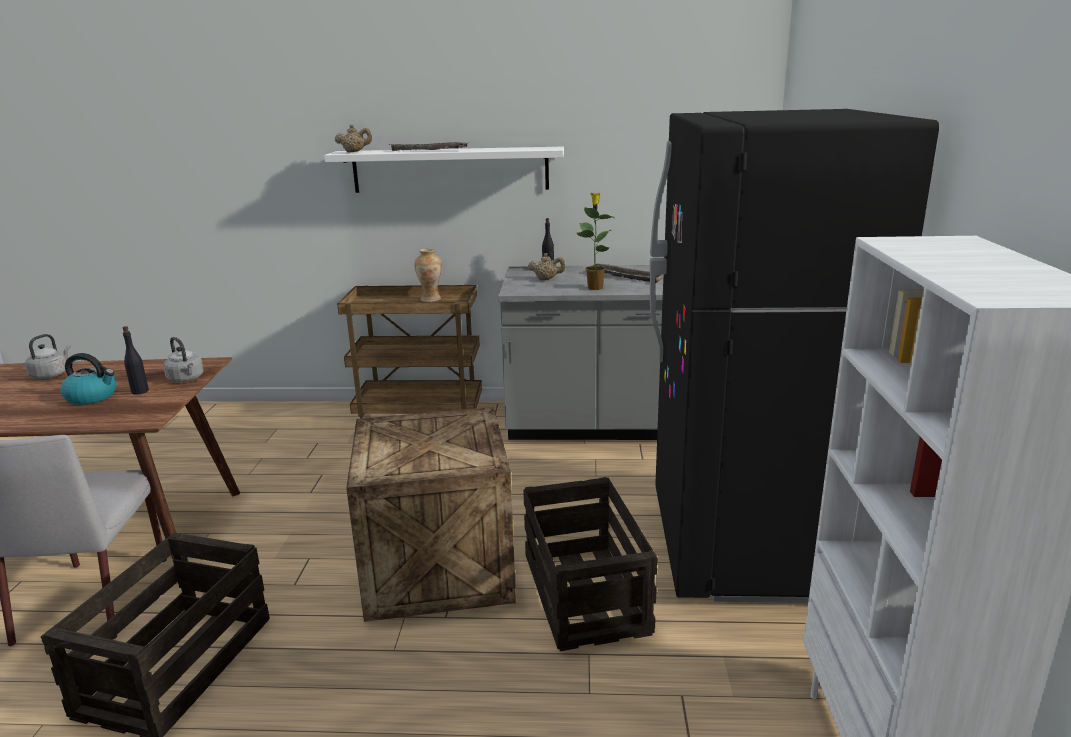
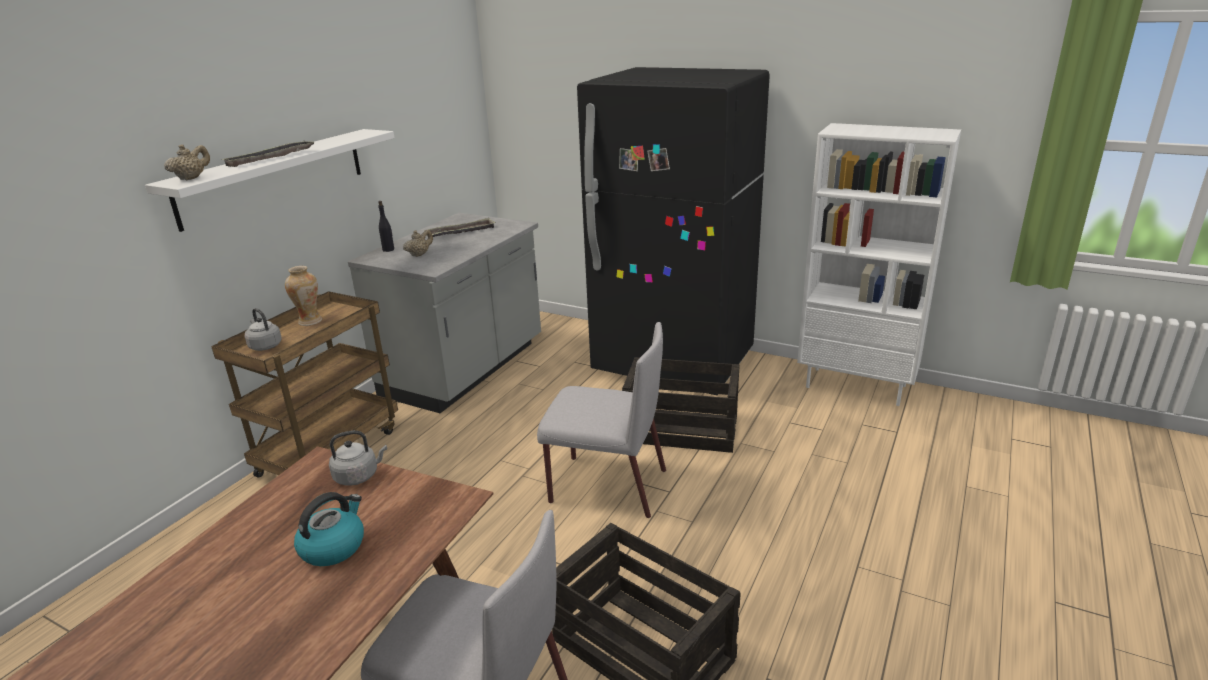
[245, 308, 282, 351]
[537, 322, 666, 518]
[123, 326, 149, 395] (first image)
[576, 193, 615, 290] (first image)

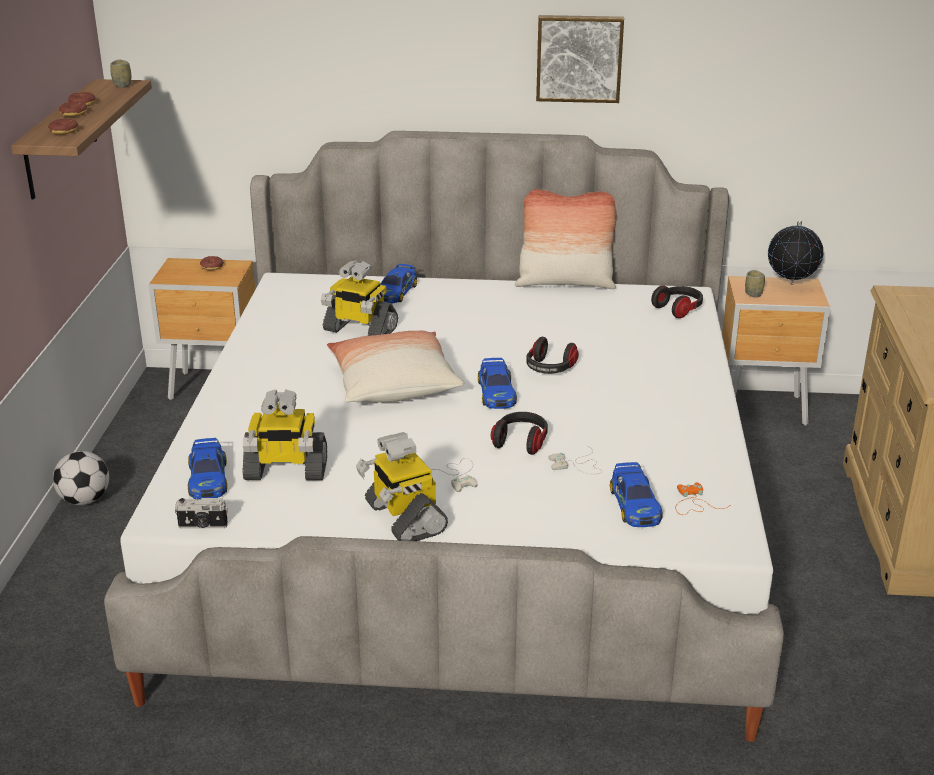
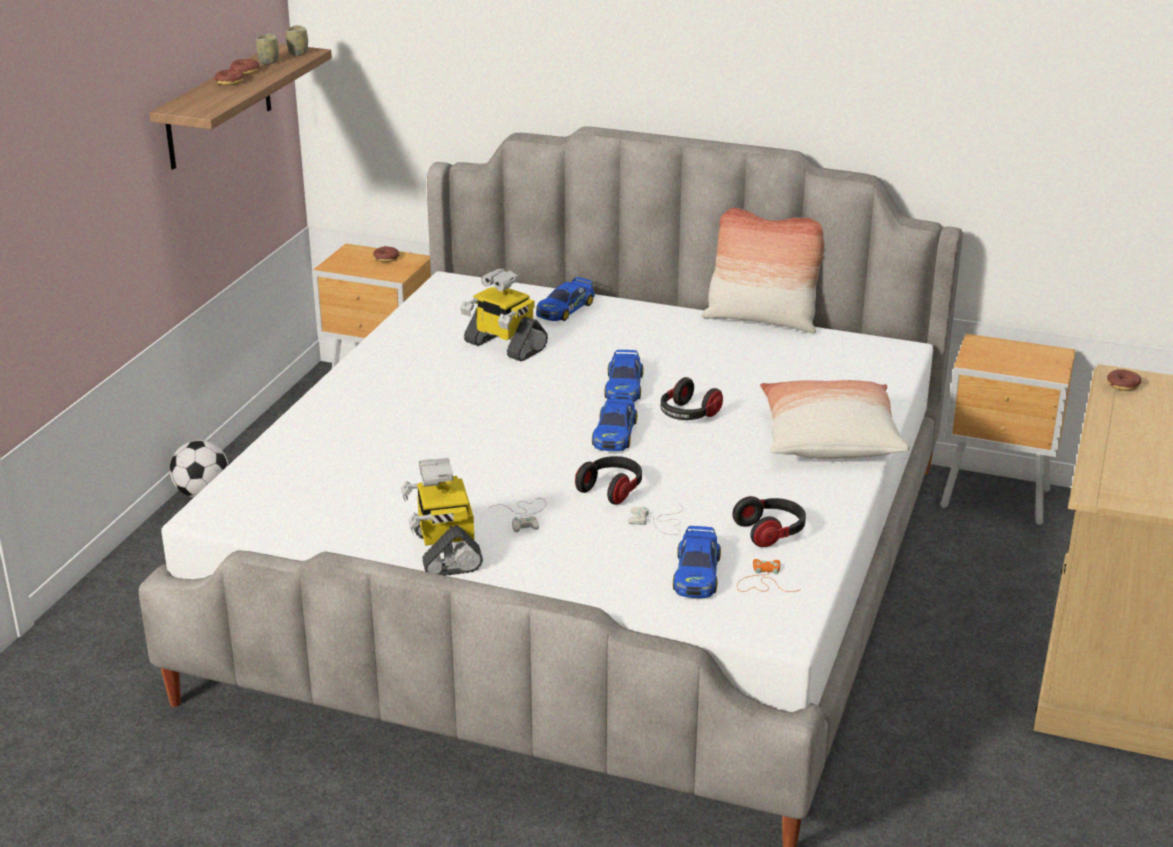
[256, 33, 279, 65]
[604, 350, 643, 402]
[732, 496, 806, 547]
[760, 380, 910, 459]
[1107, 369, 1141, 391]
[175, 498, 228, 528] (first image)
[243, 389, 327, 480] (first image)
[536, 15, 624, 103] (first image)
[768, 221, 824, 285] (first image)

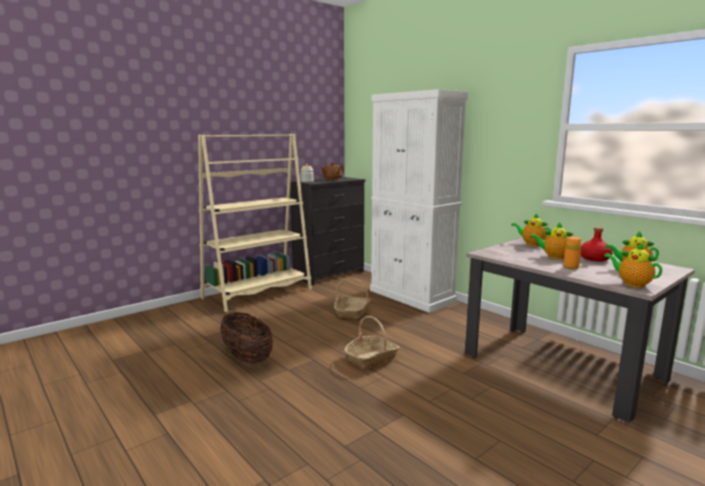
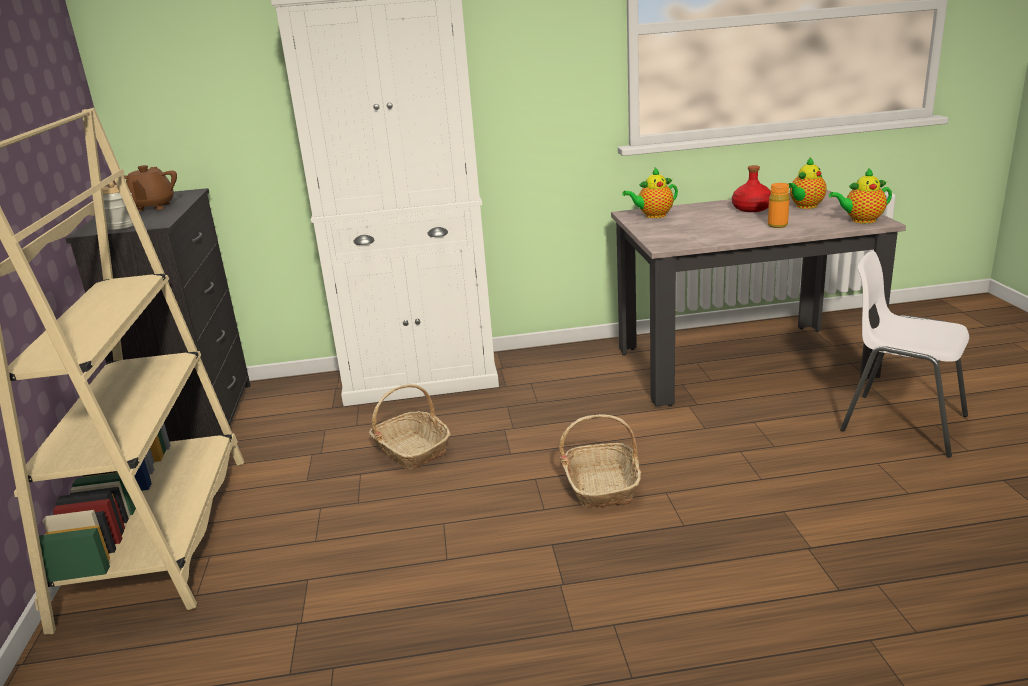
[840, 251, 969, 458]
[220, 312, 273, 364] (first image)
[530, 222, 574, 259] (first image)

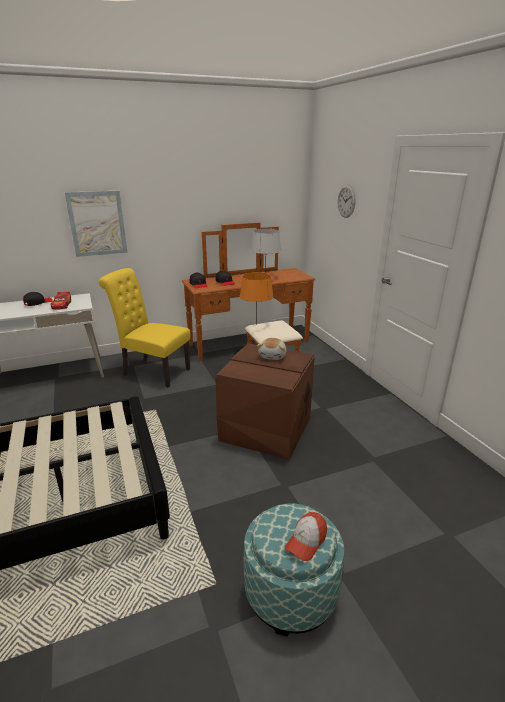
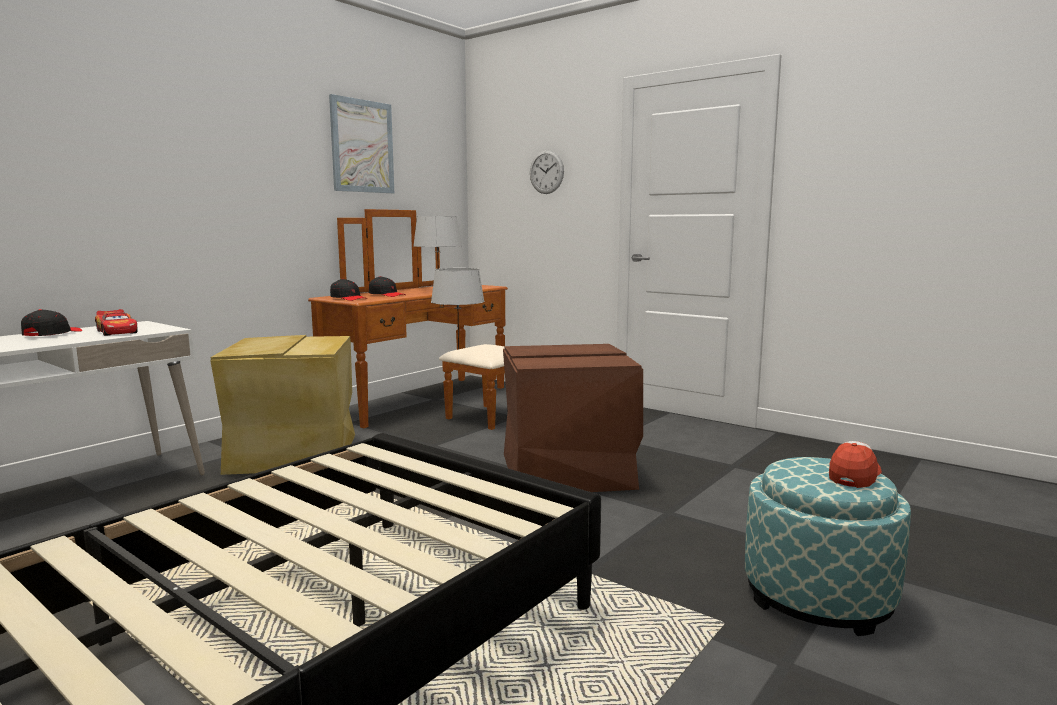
[210, 335, 355, 475]
[329, 94, 394, 193]
[431, 268, 485, 350]
[829, 441, 882, 488]
[257, 338, 286, 360] (first image)

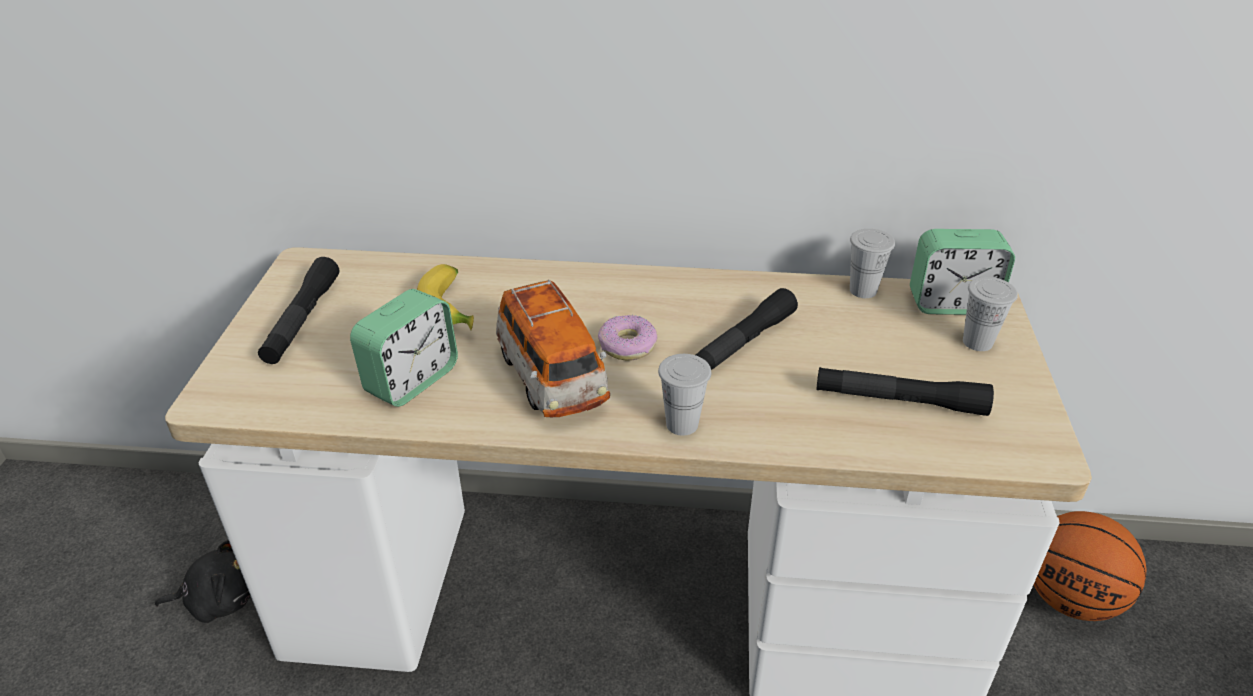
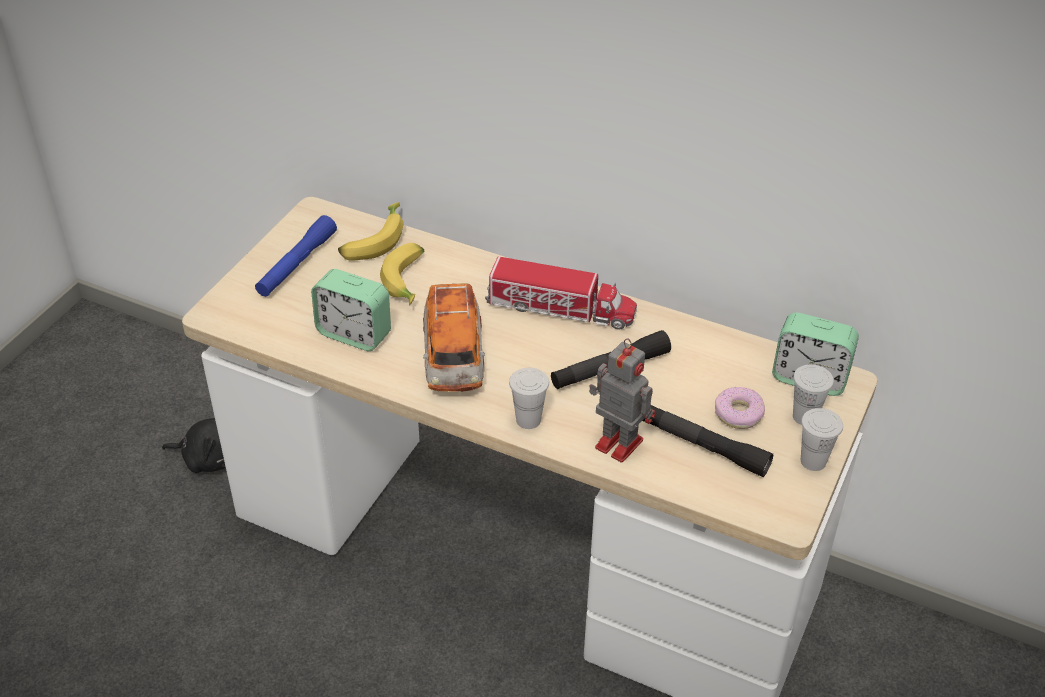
[255, 215, 337, 297]
[311, 269, 391, 351]
[338, 202, 404, 261]
[485, 256, 637, 330]
[589, 339, 656, 463]
[715, 387, 765, 429]
[801, 408, 843, 471]
[1034, 511, 1147, 621] (first image)

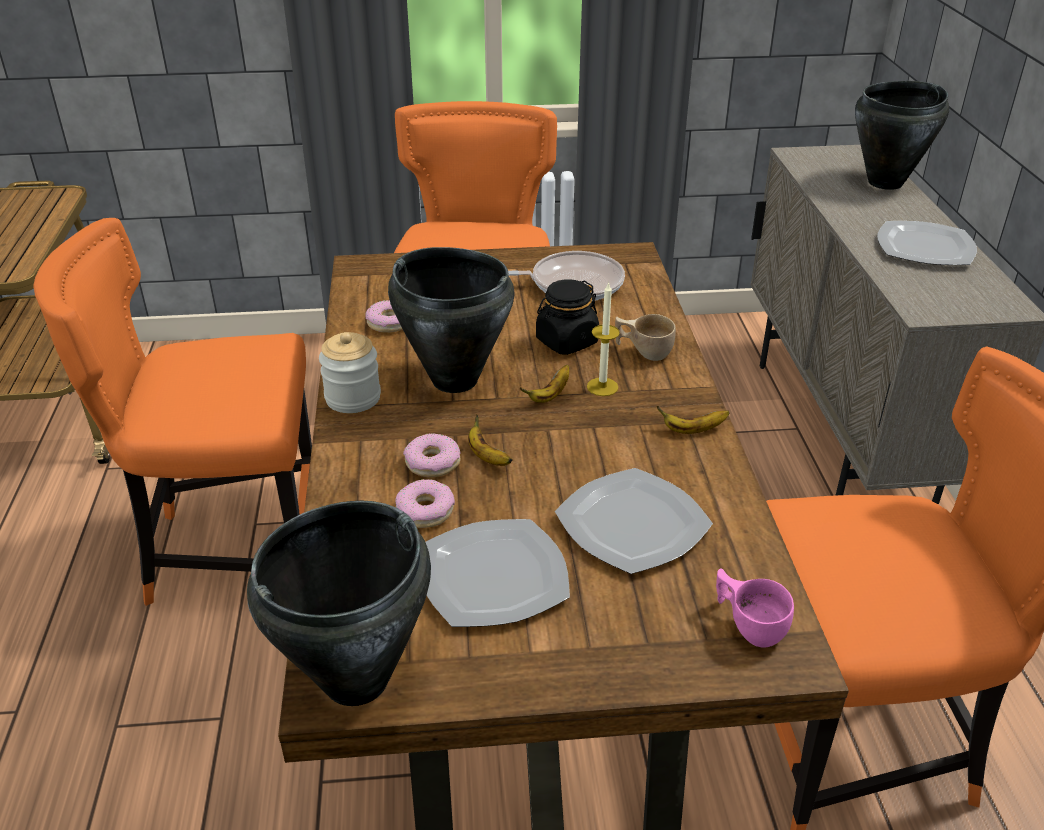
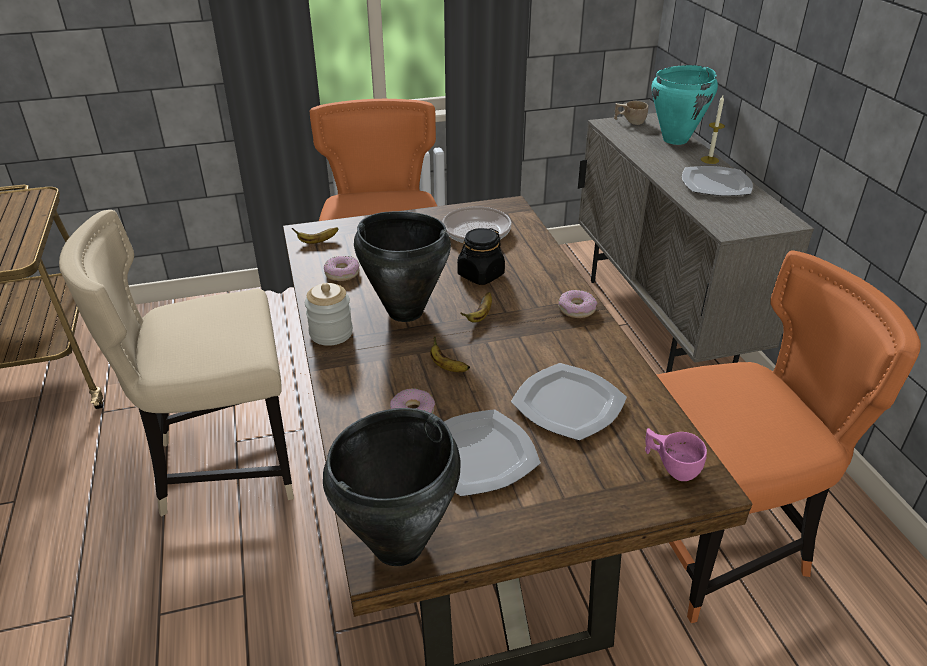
[59, 210, 294, 517]
[292, 227, 338, 244]
[558, 290, 597, 318]
[614, 101, 648, 125]
[652, 65, 718, 145]
[701, 95, 725, 164]

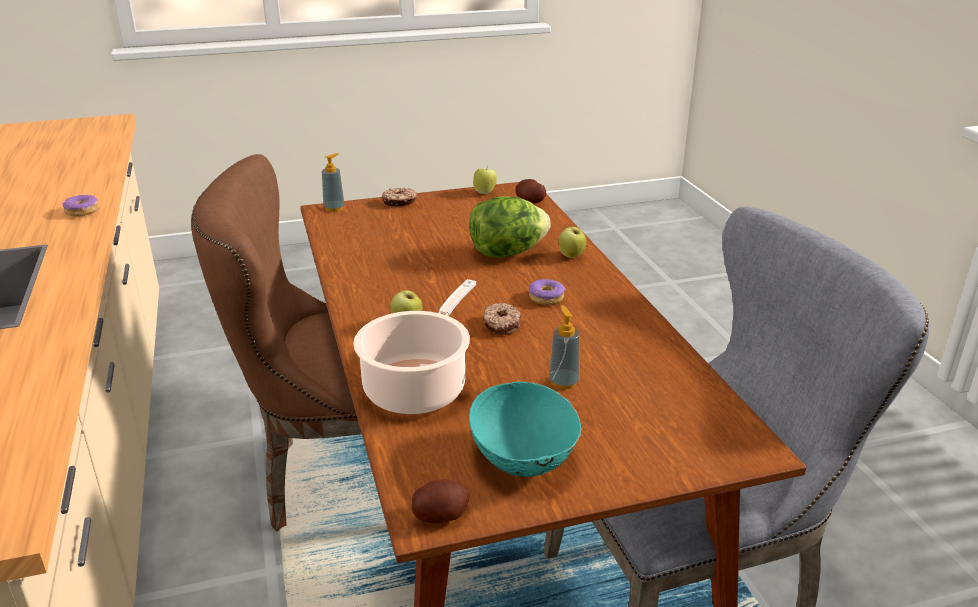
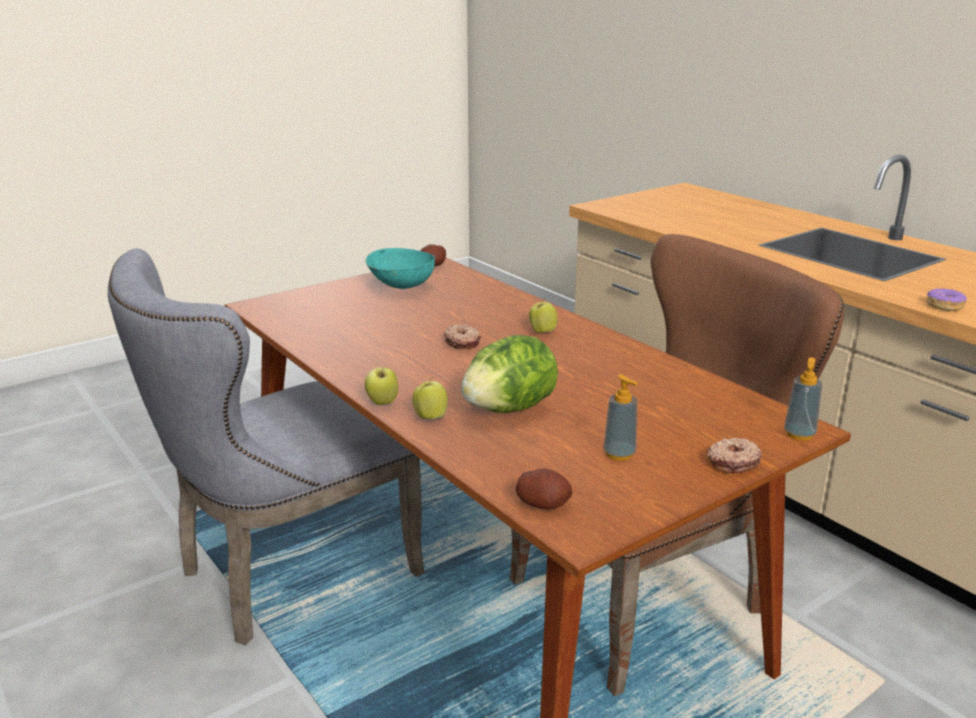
[365, 365, 398, 405]
[603, 375, 638, 461]
[353, 279, 476, 414] (first image)
[529, 279, 565, 305] (first image)

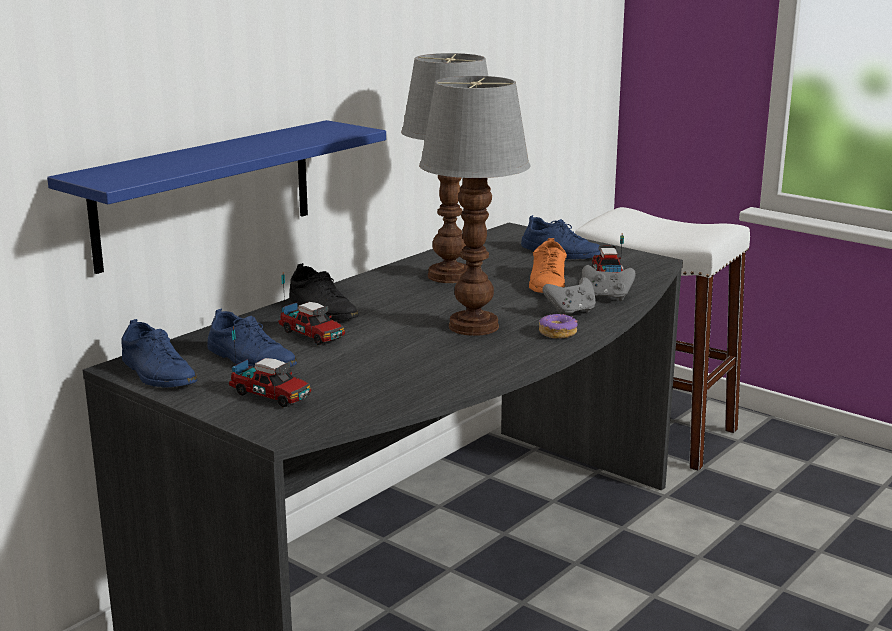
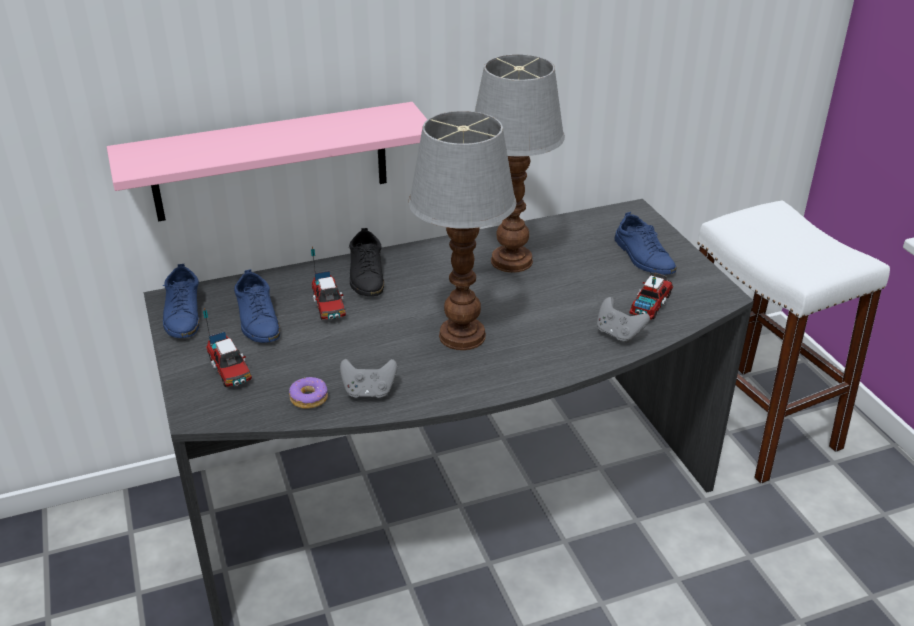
[107, 102, 427, 222]
[289, 377, 328, 409]
[340, 359, 397, 398]
[529, 238, 567, 293] (first image)

